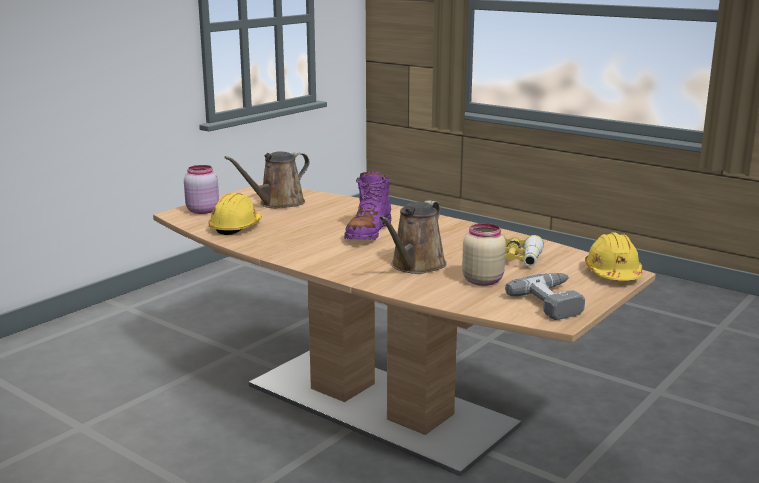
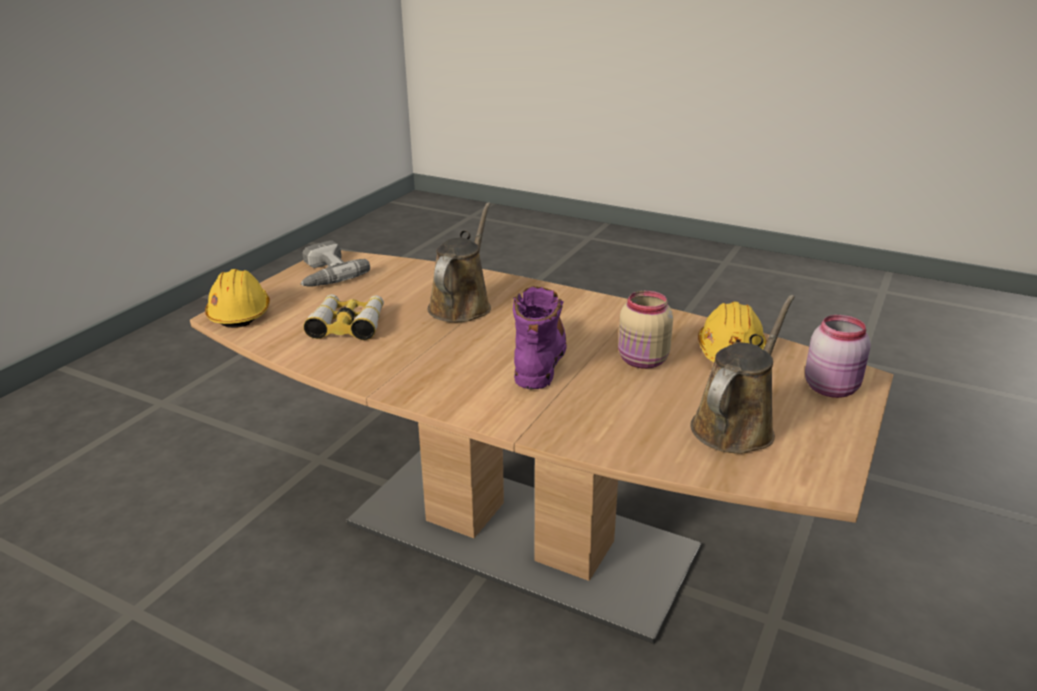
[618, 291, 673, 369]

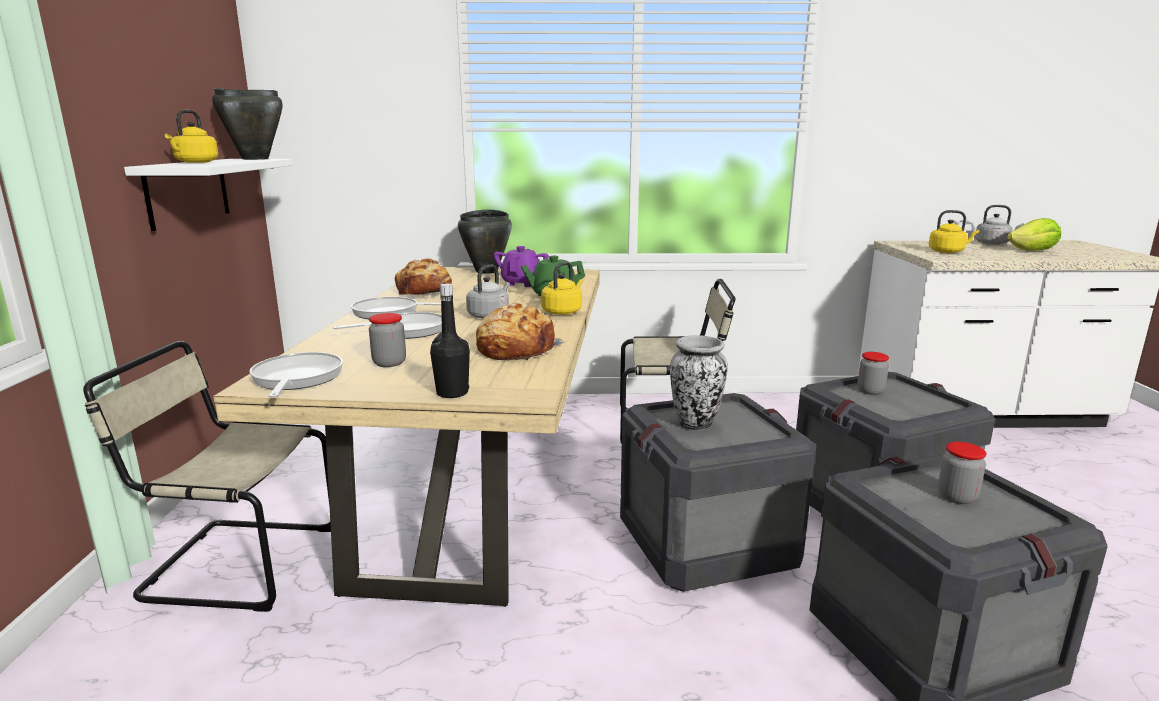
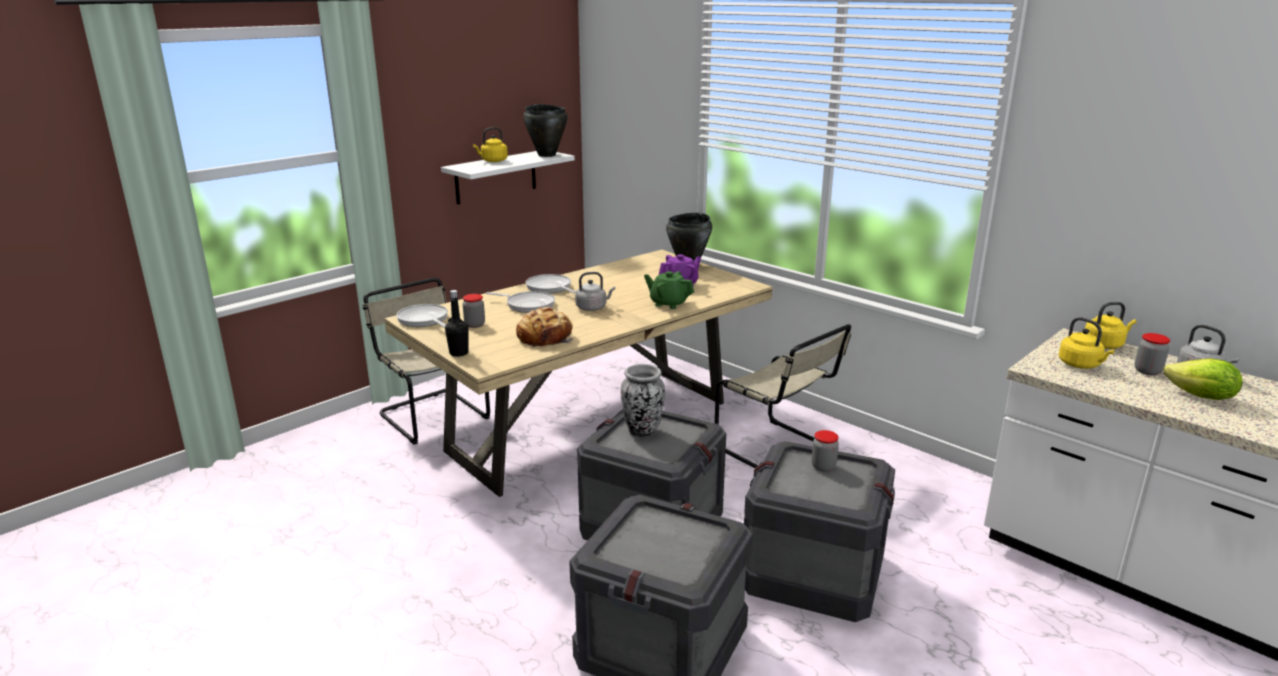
[396, 304, 448, 328]
[1085, 302, 1137, 349]
[1135, 333, 1170, 376]
[395, 258, 453, 296] (first image)

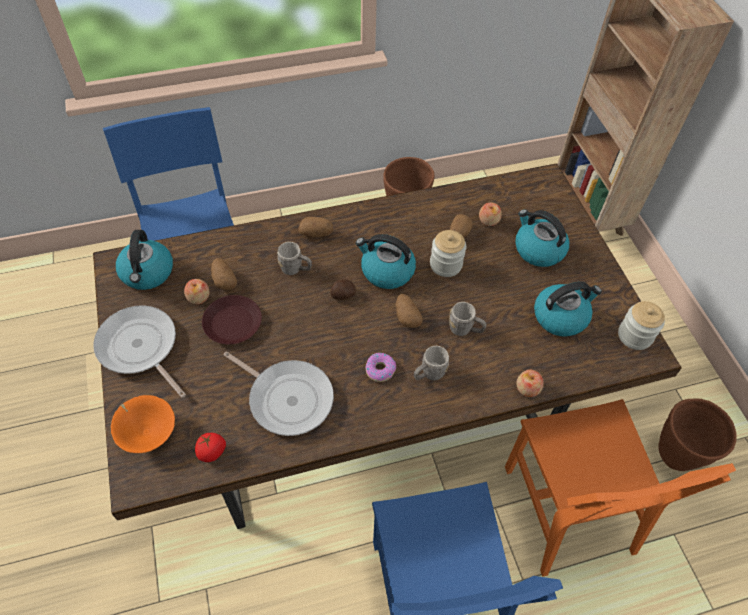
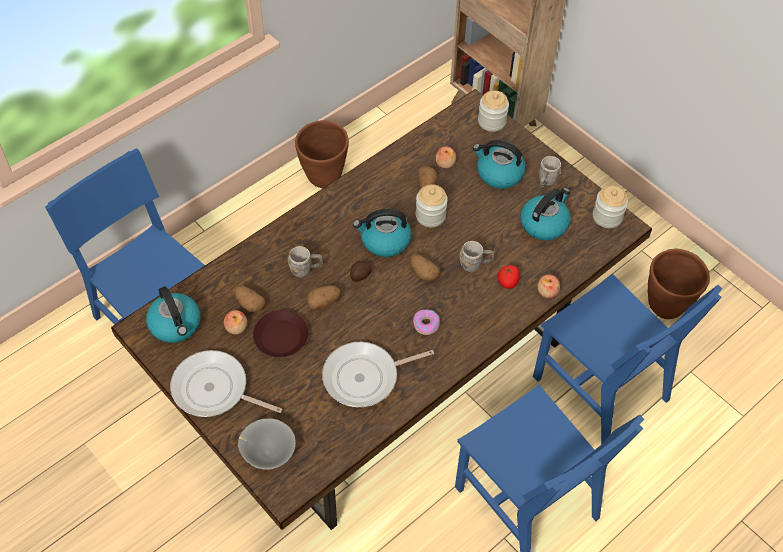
[238, 418, 296, 470]
[307, 285, 341, 309]
[322, 342, 434, 407]
[478, 90, 509, 132]
[498, 265, 520, 289]
[533, 274, 722, 445]
[539, 156, 561, 188]

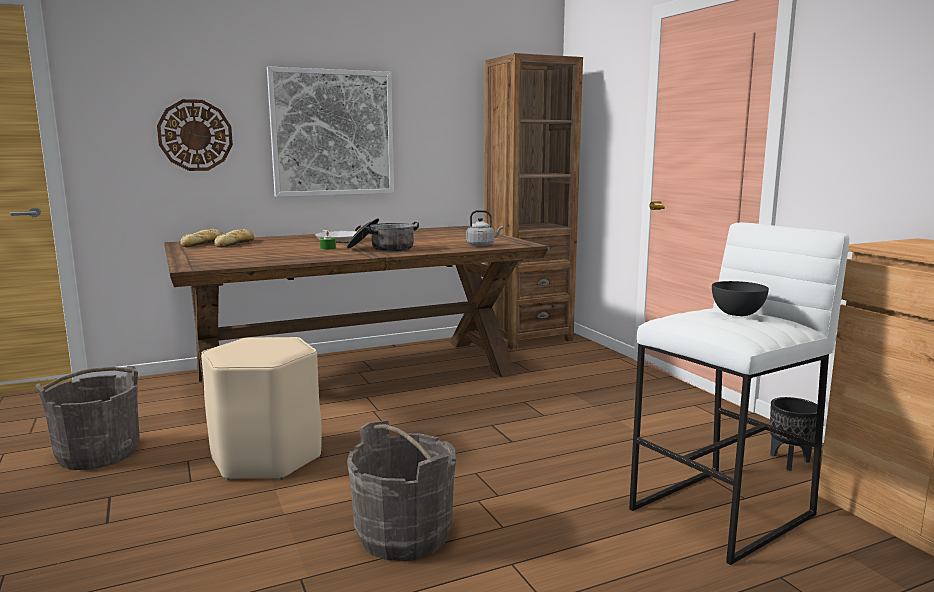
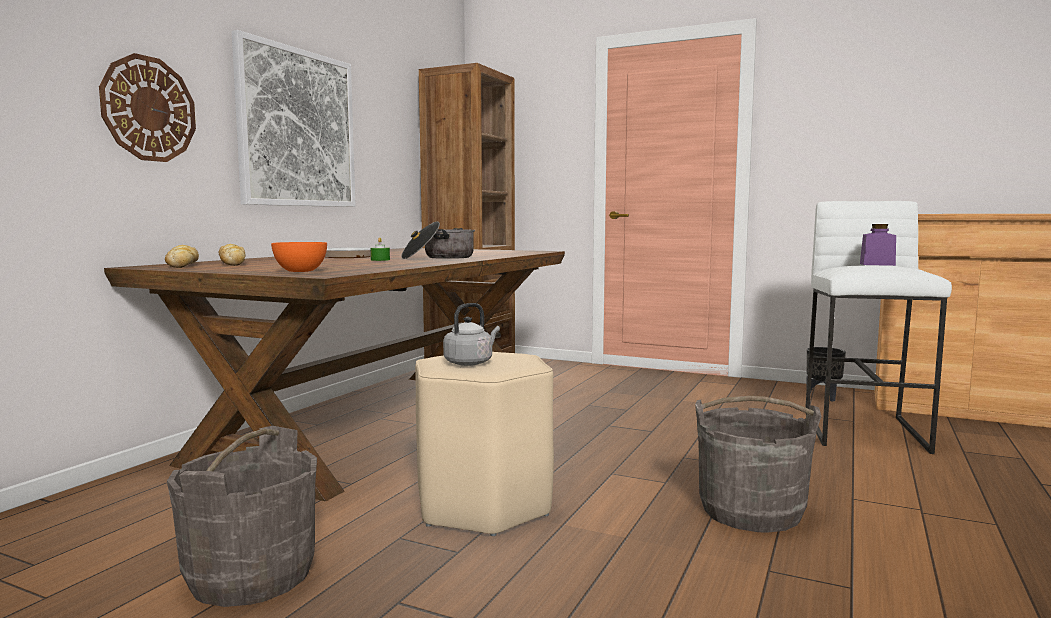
[271, 242, 327, 272]
[443, 303, 500, 366]
[860, 224, 896, 266]

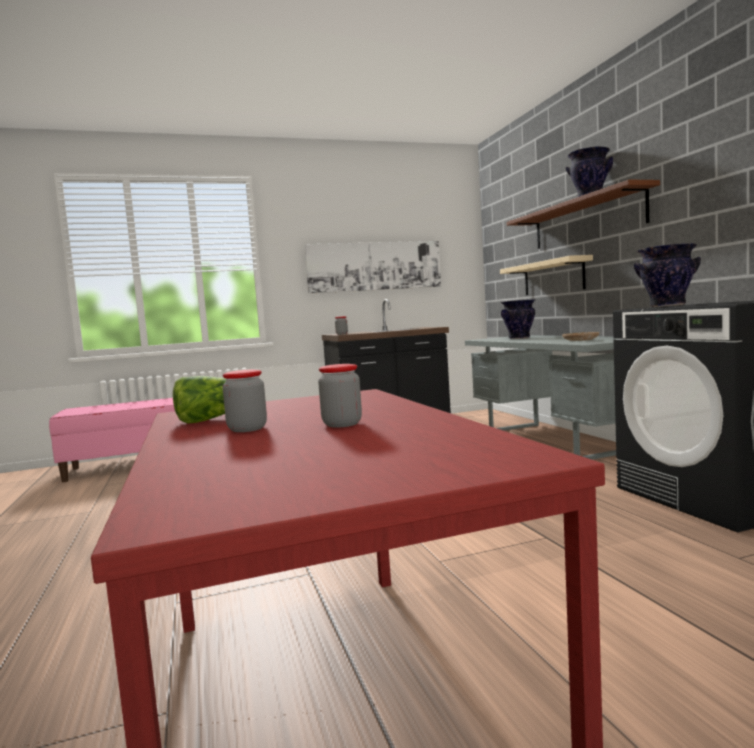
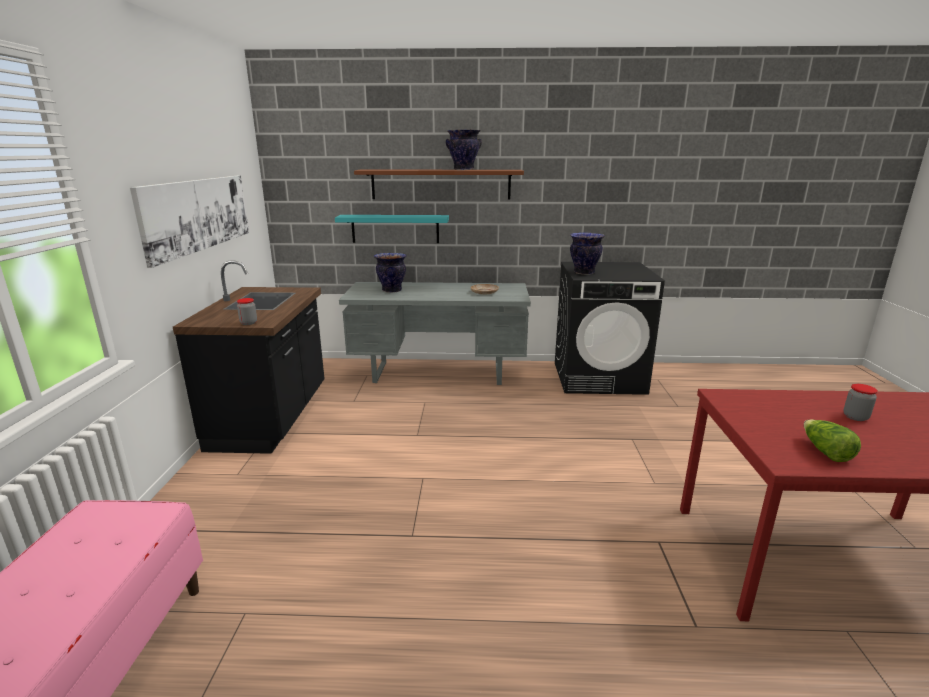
[335, 215, 449, 243]
[222, 370, 267, 432] (first image)

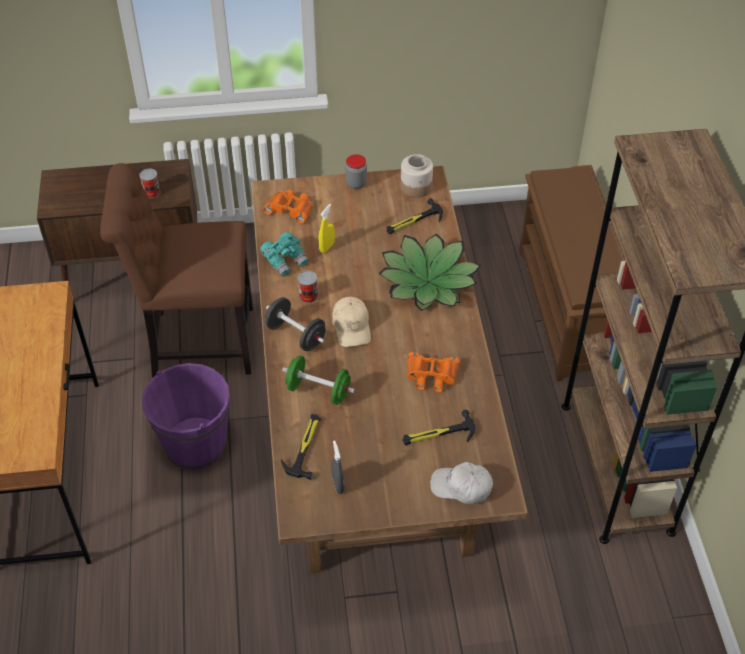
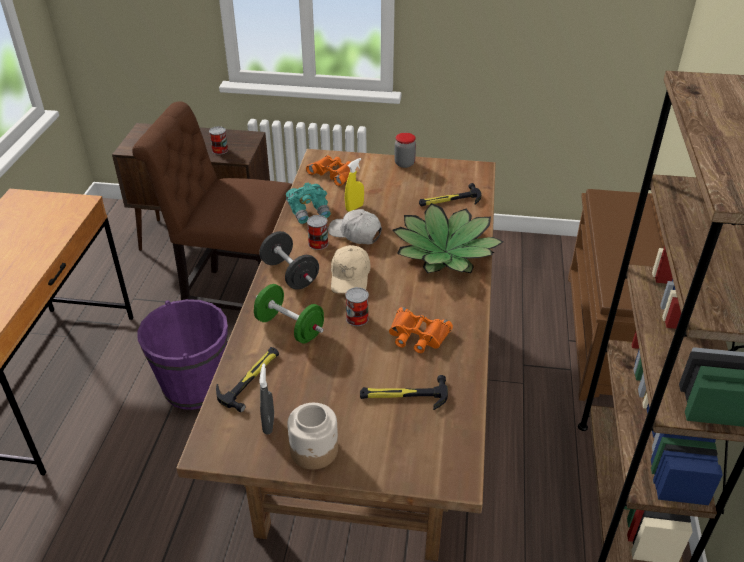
[287, 403, 338, 470]
[328, 209, 382, 244]
[345, 287, 369, 326]

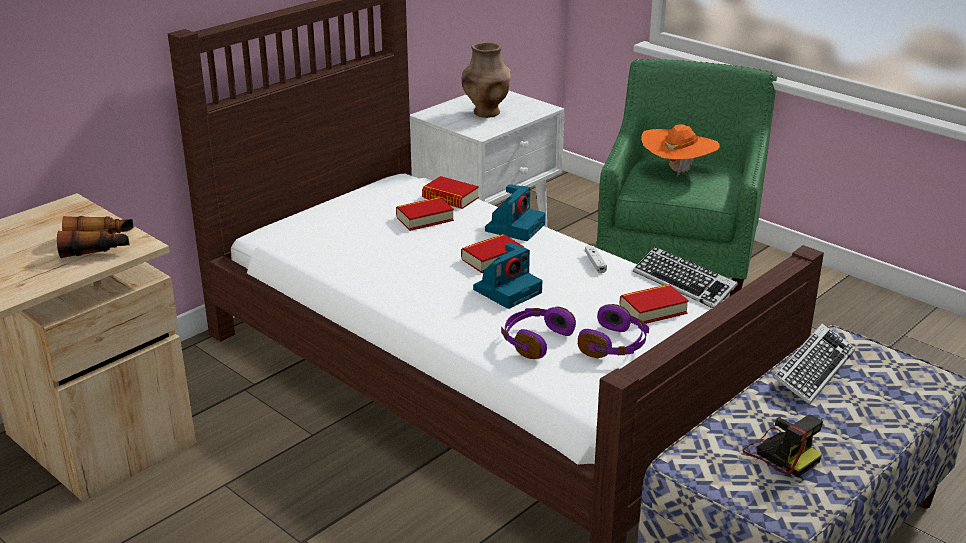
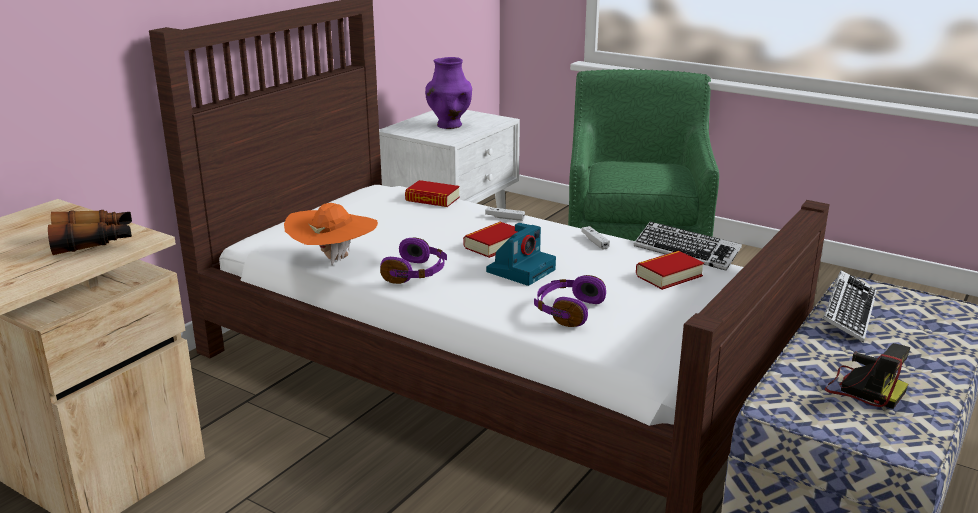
[284, 203, 378, 266]
[380, 238, 447, 284]
[425, 57, 472, 129]
[485, 207, 525, 221]
[396, 197, 454, 231] (first image)

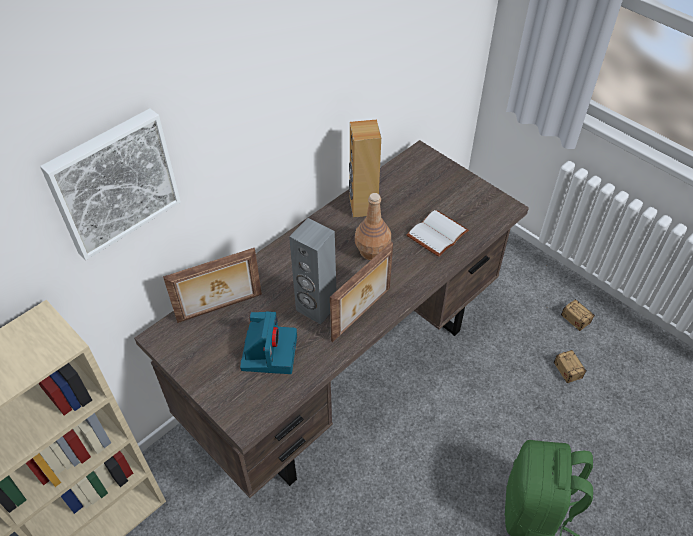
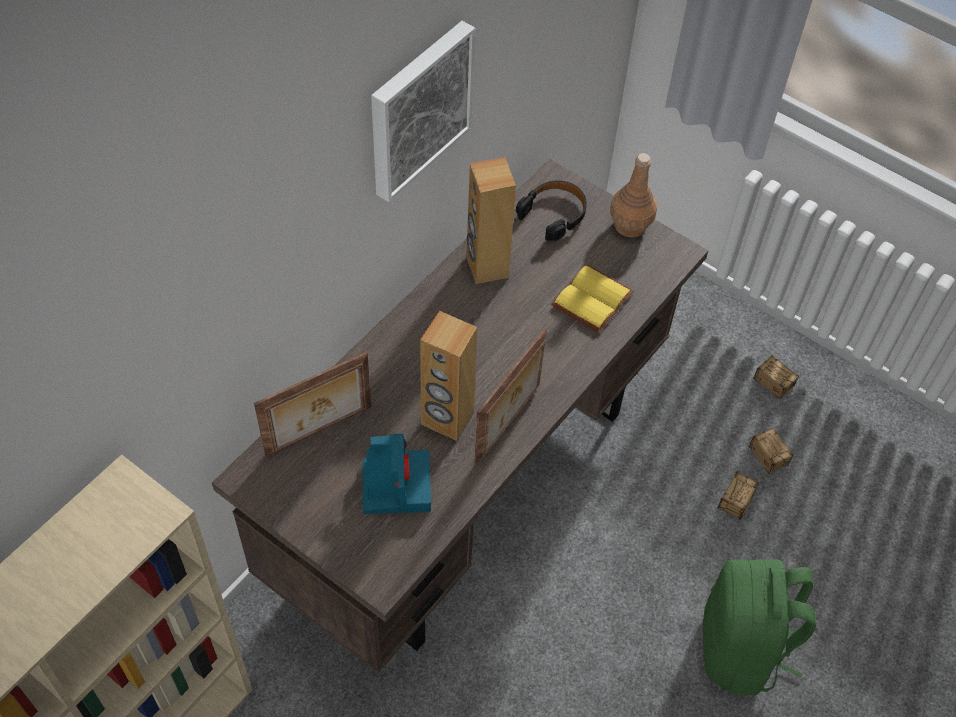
[371, 21, 475, 202]
[420, 311, 477, 441]
[516, 180, 587, 241]
[551, 264, 633, 333]
[610, 153, 657, 237]
[718, 471, 759, 527]

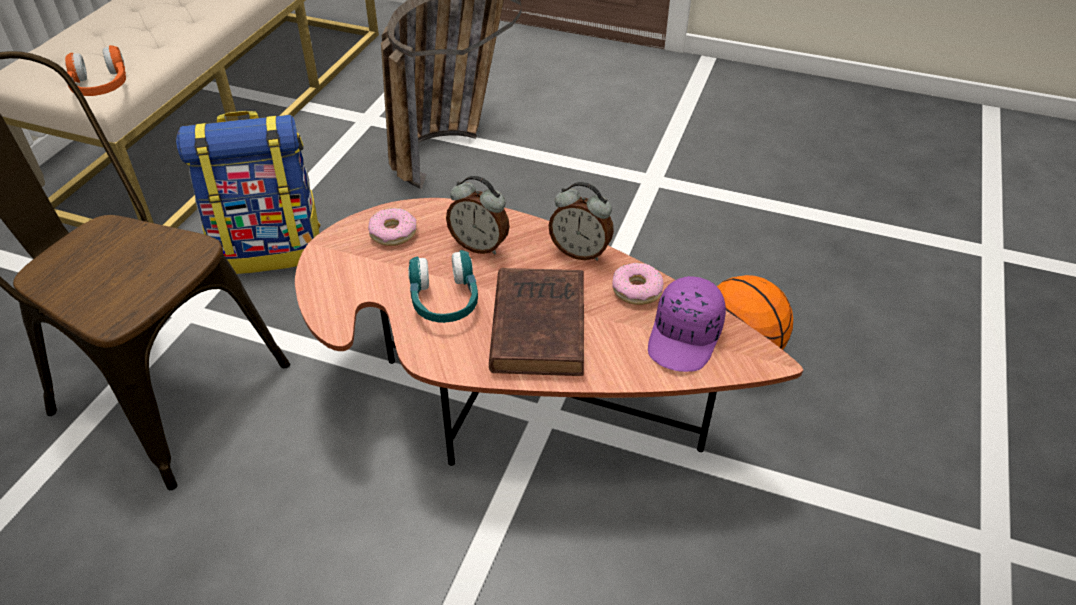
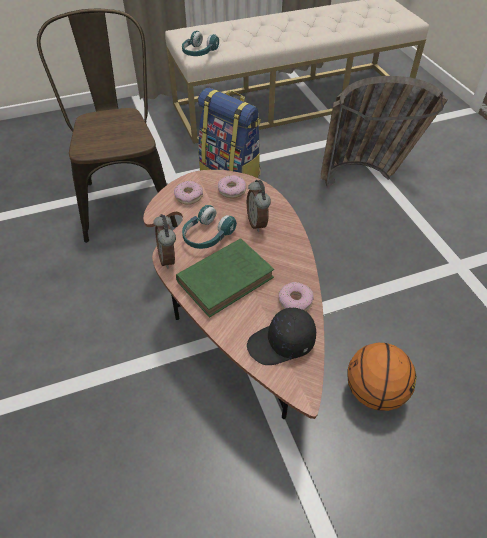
[153, 214, 176, 269]
[174, 181, 203, 205]
[176, 238, 274, 317]
[182, 31, 219, 56]
[247, 307, 316, 365]

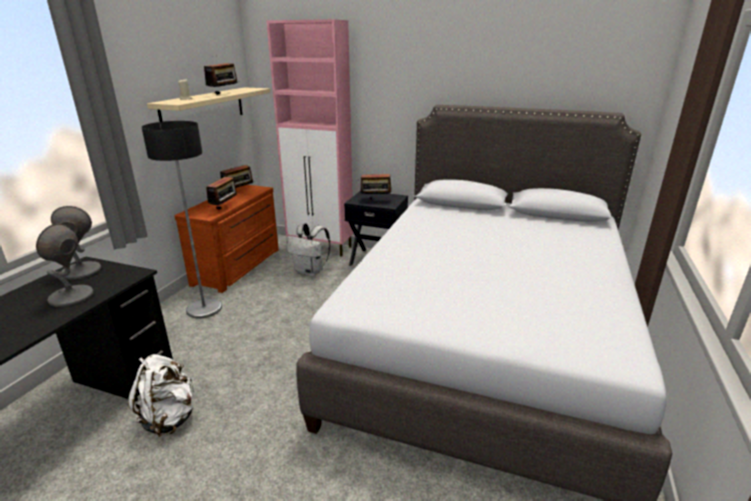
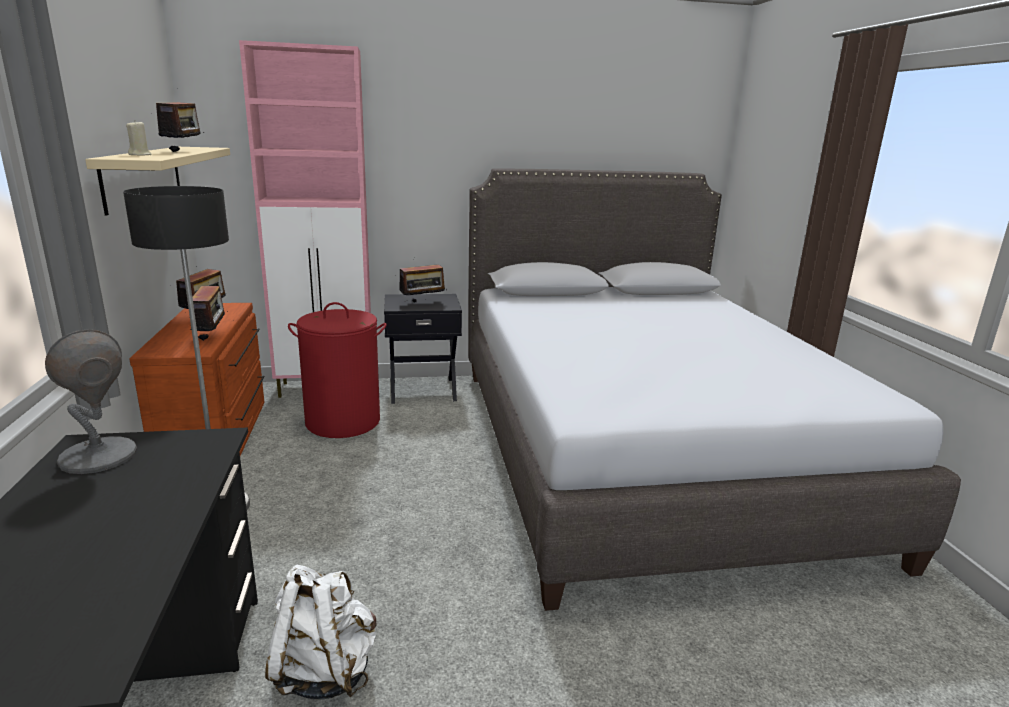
[288, 302, 387, 438]
[36, 223, 94, 307] (first image)

